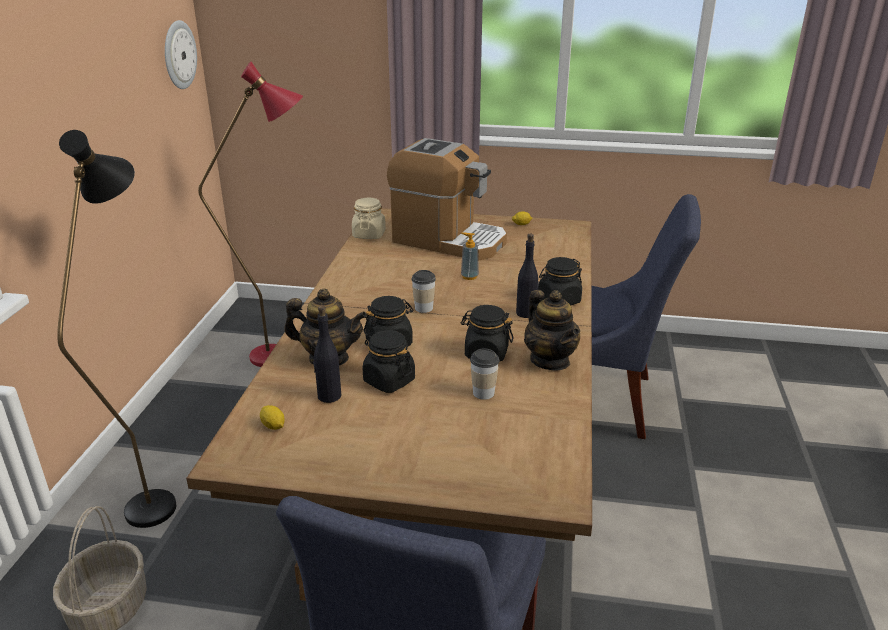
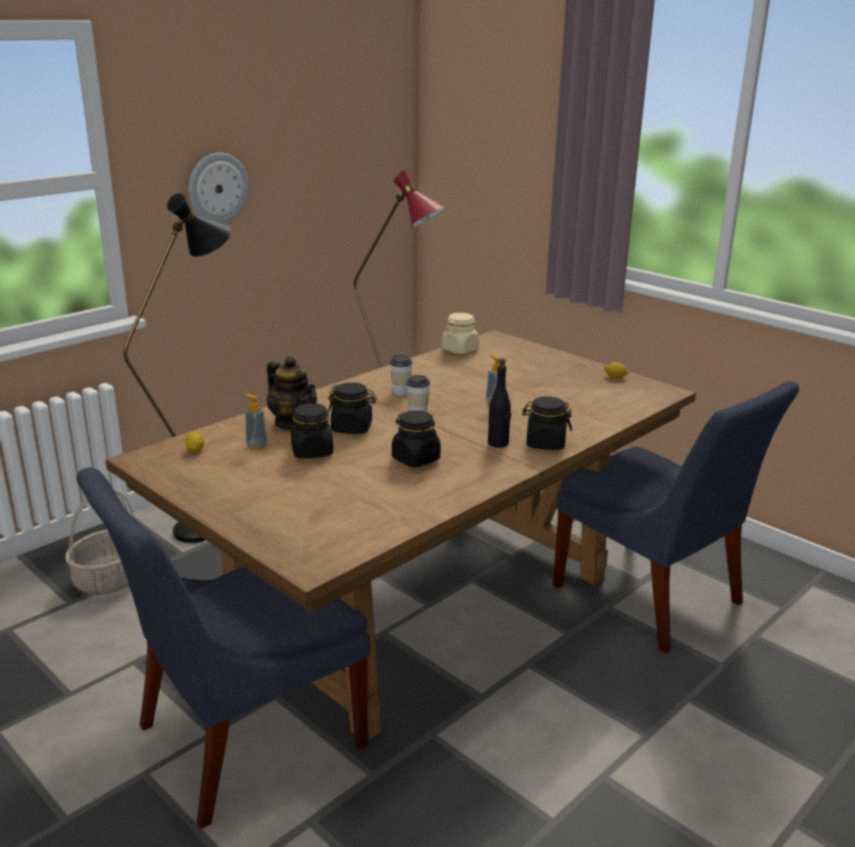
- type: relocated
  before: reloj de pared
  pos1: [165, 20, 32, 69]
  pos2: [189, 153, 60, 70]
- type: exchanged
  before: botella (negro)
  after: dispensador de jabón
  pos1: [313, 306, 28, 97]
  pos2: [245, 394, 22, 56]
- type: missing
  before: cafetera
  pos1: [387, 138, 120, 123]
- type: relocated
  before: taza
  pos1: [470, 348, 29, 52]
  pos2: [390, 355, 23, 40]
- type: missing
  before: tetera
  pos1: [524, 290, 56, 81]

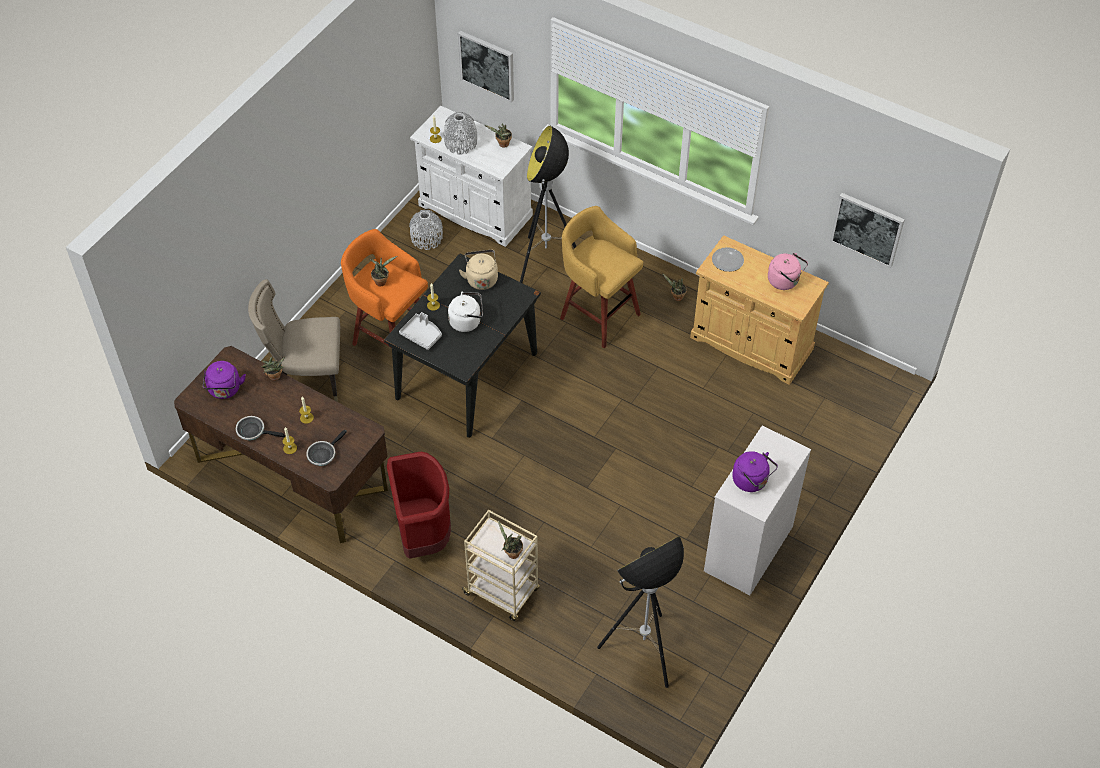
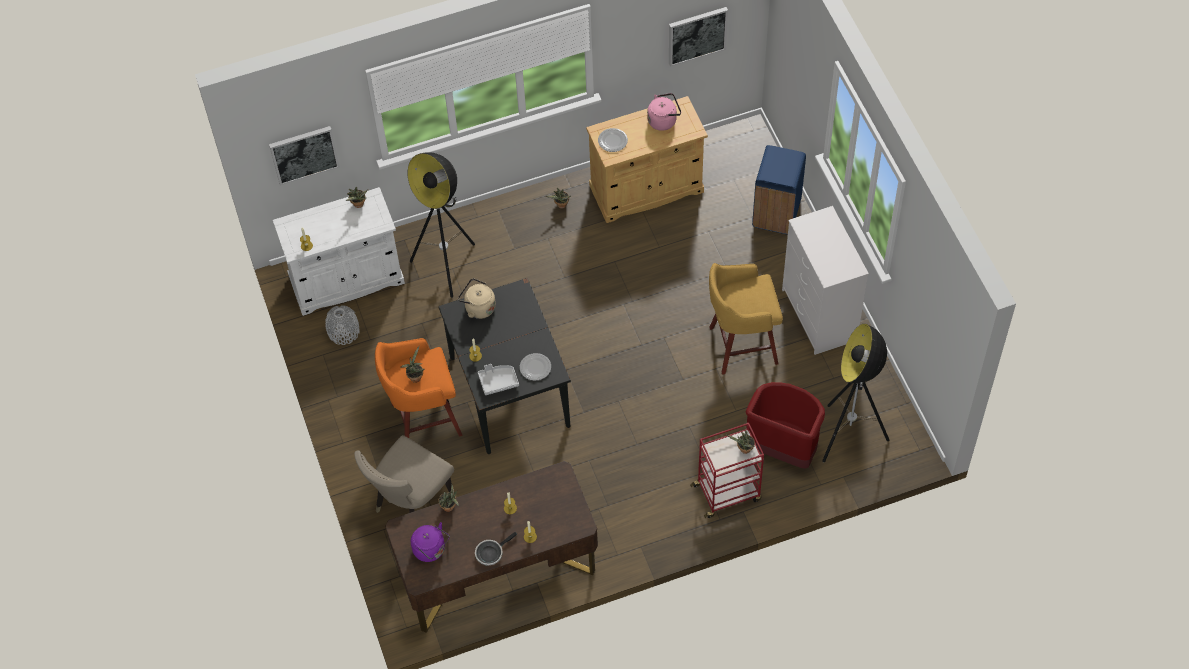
- type: missing
  before: sartén
  pos1: [306, 429, 41, 37]
- type: relocated
  before: papelera (rojo)
  pos1: [387, 452, 64, 107]
  pos2: [745, 382, 80, 86]
- type: missing
  before: florero (gris)
  pos1: [444, 112, 33, 43]
- type: missing
  before: hervidor (blanco)
  pos1: [448, 292, 35, 40]
- type: colour
  before: carrito (beis)
  after: carrito (rojo)
  pos1: [461, 510, 79, 111]
  pos2: [690, 423, 74, 95]
- type: relocated
  before: taburete (amarillo)
  pos1: [560, 206, 83, 142]
  pos2: [709, 263, 74, 112]
- type: missing
  before: hervidor (morado)
  pos1: [732, 451, 46, 41]
- type: appeared
  after: plato
  pos2: [520, 353, 31, 28]
- type: appeared
  after: papelera (azul)
  pos2: [752, 145, 54, 90]

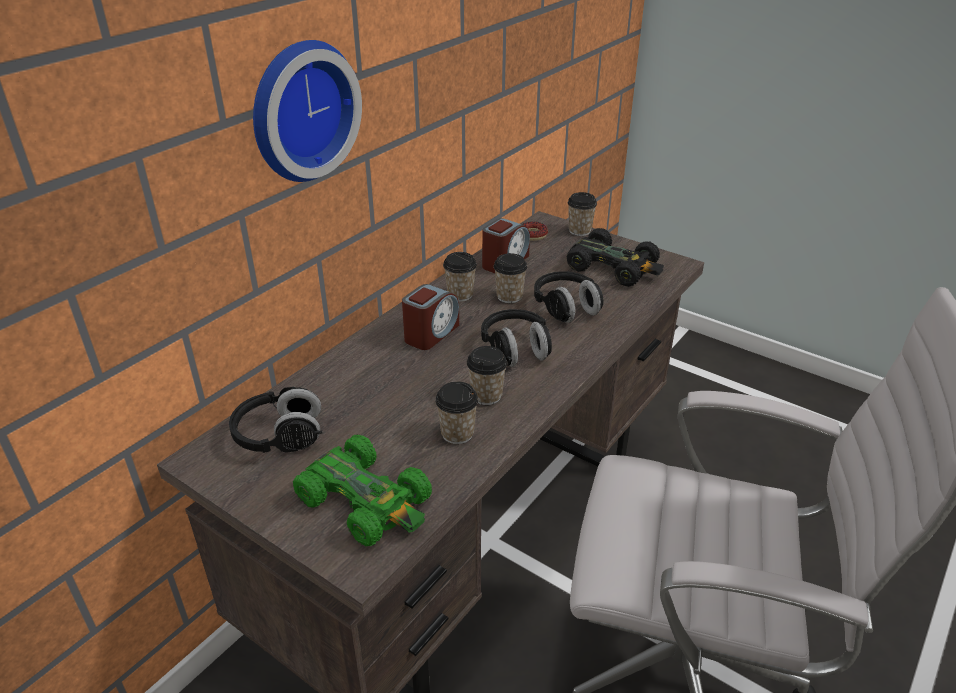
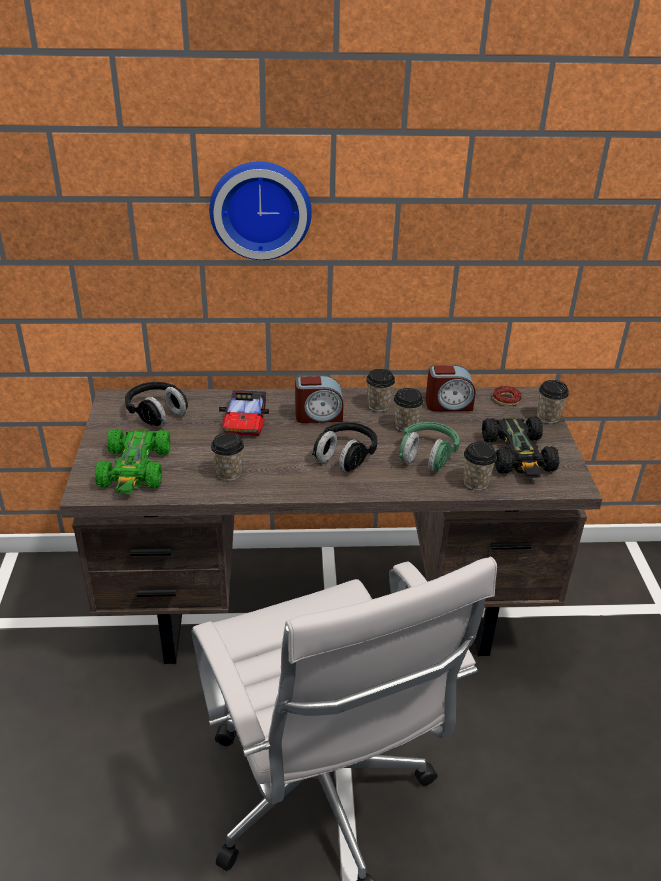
- type: relocated
  before: taza
  pos1: [467, 346, 40, 59]
  pos2: [463, 442, 34, 49]
- type: colour
  before: auriculares (negro)
  after: auriculares (verde)
  pos1: [534, 271, 69, 52]
  pos2: [399, 422, 60, 50]
- type: appeared
  after: coche de juguete
  pos2: [219, 390, 50, 46]

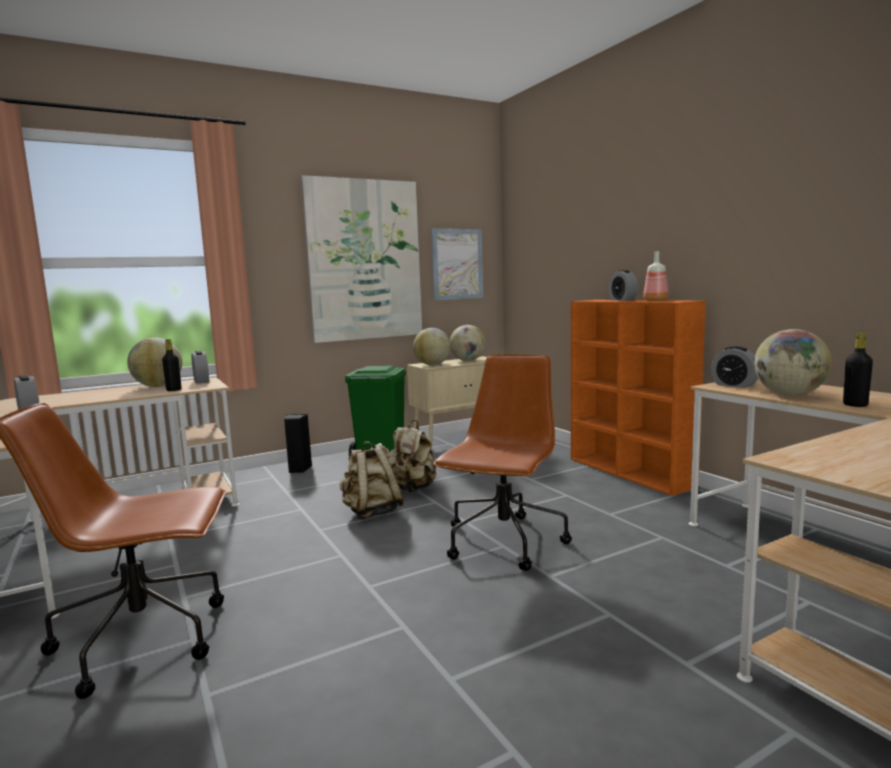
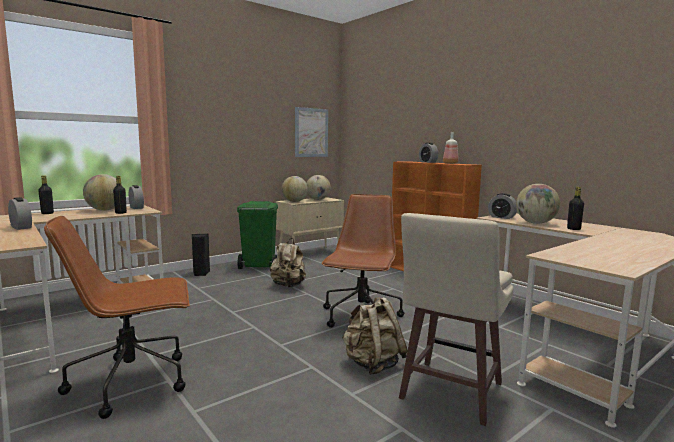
- type: missing
  before: cuadro
  pos1: [301, 175, 121, 168]
- type: relocated
  before: mochila (beis)
  pos1: [340, 441, 65, 79]
  pos2: [342, 297, 66, 78]
- type: appeared
  after: botella (negro)
  pos2: [38, 175, 16, 39]
- type: appeared
  after: taburete (beis)
  pos2: [399, 213, 115, 213]

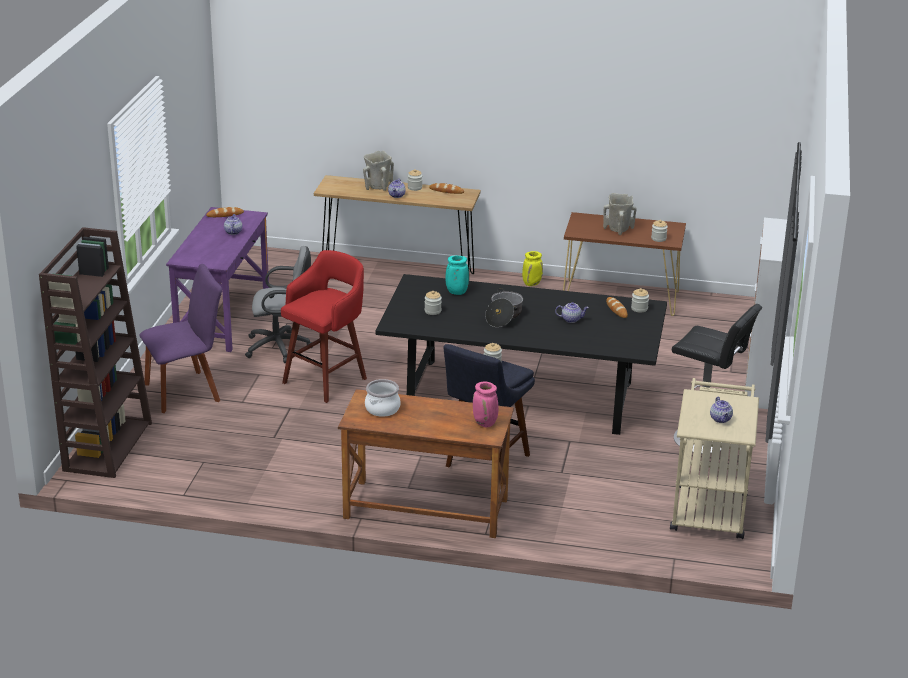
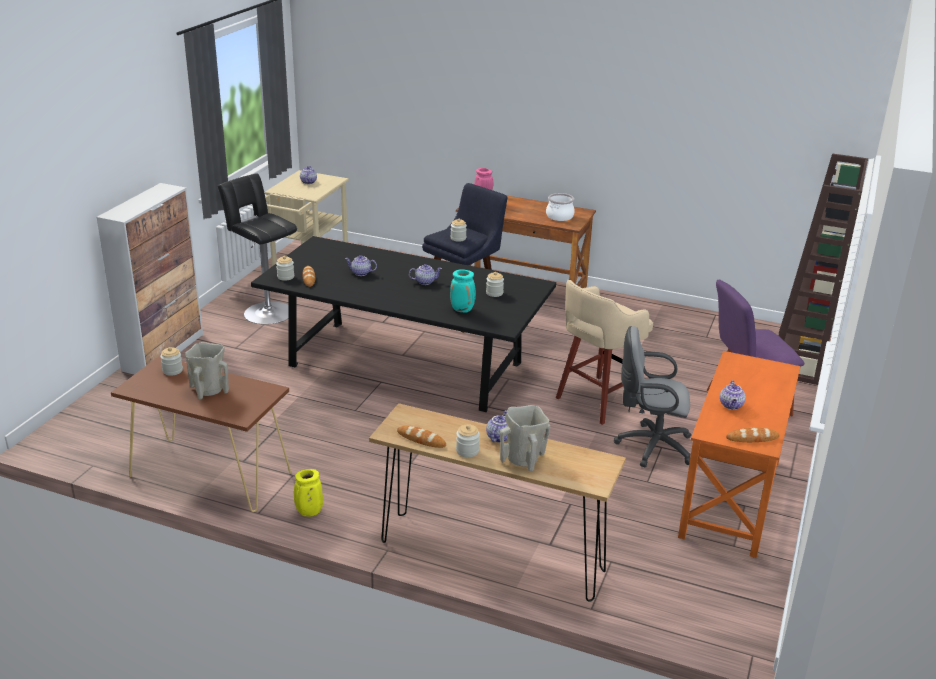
- type: colour
  before: escritorio (morado)
  after: escritorio (naranja)
  pos1: [166, 207, 103, 145]
  pos2: [678, 351, 123, 207]
- type: colour
  before: taburete (rojo)
  after: taburete (beis)
  pos1: [281, 250, 86, 153]
  pos2: [556, 280, 97, 145]
- type: exchanged
  before: olla
  after: tetera
  pos1: [485, 288, 38, 39]
  pos2: [409, 264, 33, 21]

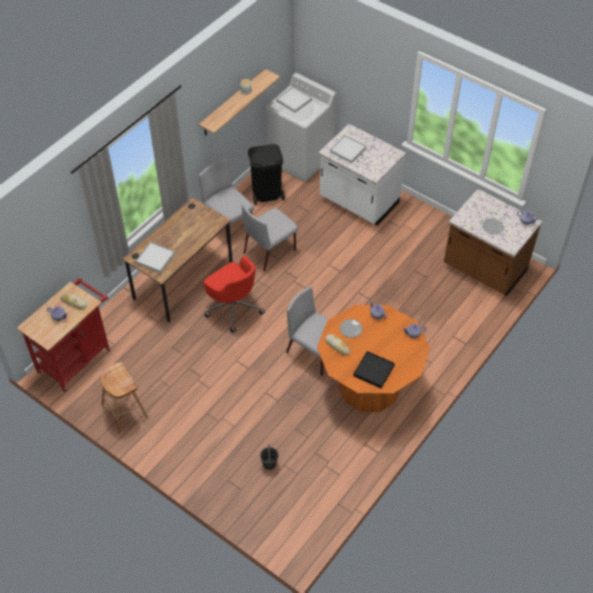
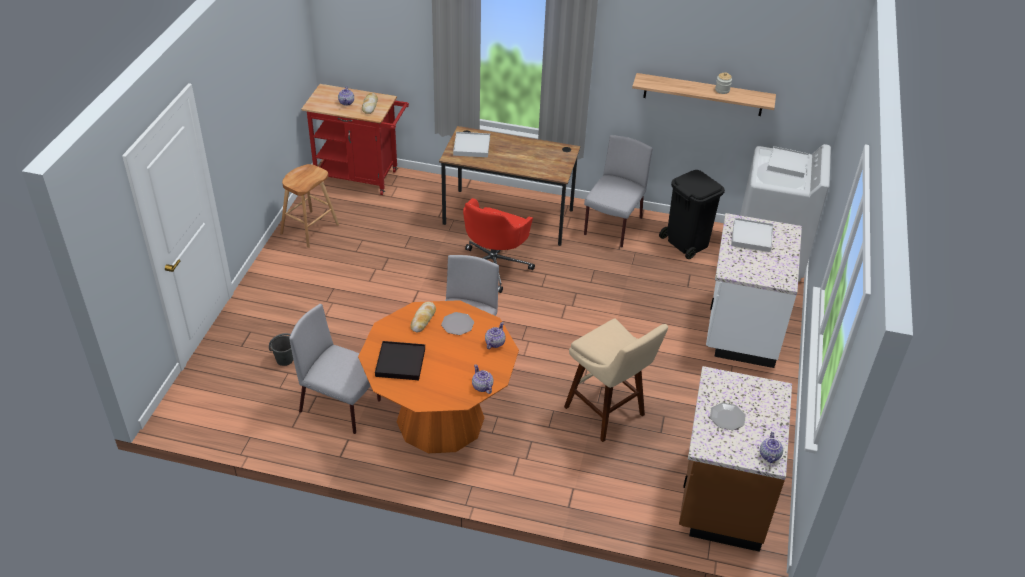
- type: relocated
  before: silla (gris)
  pos1: [242, 204, 56, 68]
  pos2: [289, 304, 92, 130]
- type: appeared
  after: taburete (beis)
  pos2: [564, 318, 104, 124]

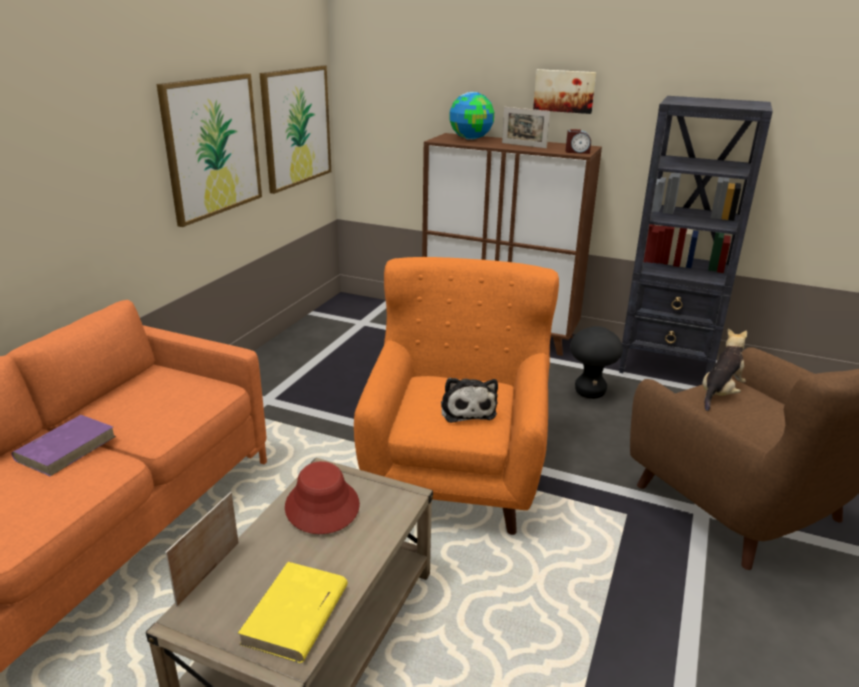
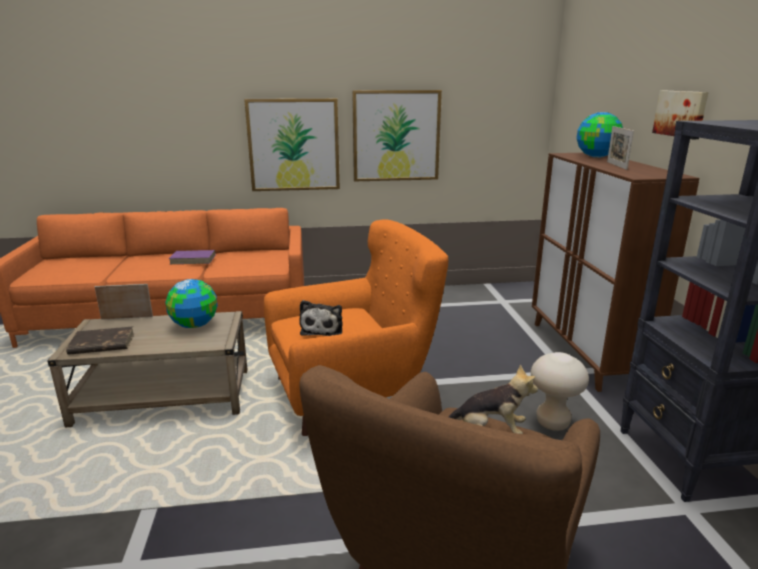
- type: colour
  before: libro (amarillo)
  after: libro (marrón)
  pos1: [237, 562, 111, 101]
  pos2: [66, 326, 68, 29]
- type: relocated
  before: cuadro
  pos1: [260, 65, 71, 129]
  pos2: [244, 98, 96, 93]
- type: exchanged
  before: sombrero (rojo)
  after: globo terráqueo
  pos1: [285, 461, 75, 73]
  pos2: [165, 279, 53, 49]
- type: spun
  before: peluche
  pos1: [441, 378, 57, 45]
  pos2: [299, 300, 43, 36]
  turn: -45
- type: missing
  before: despertador
  pos1: [566, 129, 25, 25]
- type: colour
  before: taburete (negro)
  after: taburete (beis)
  pos1: [570, 326, 53, 73]
  pos2: [531, 352, 58, 79]

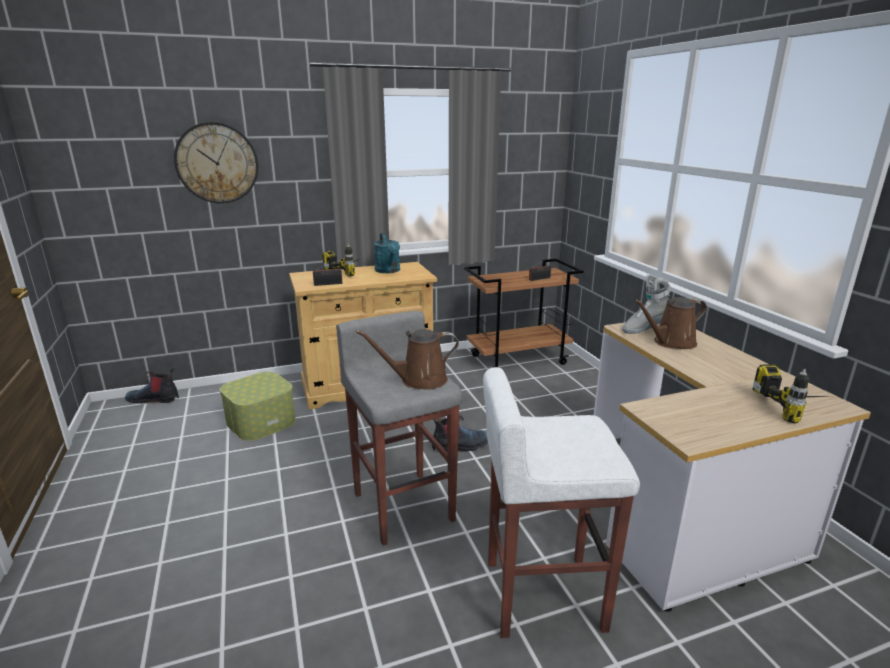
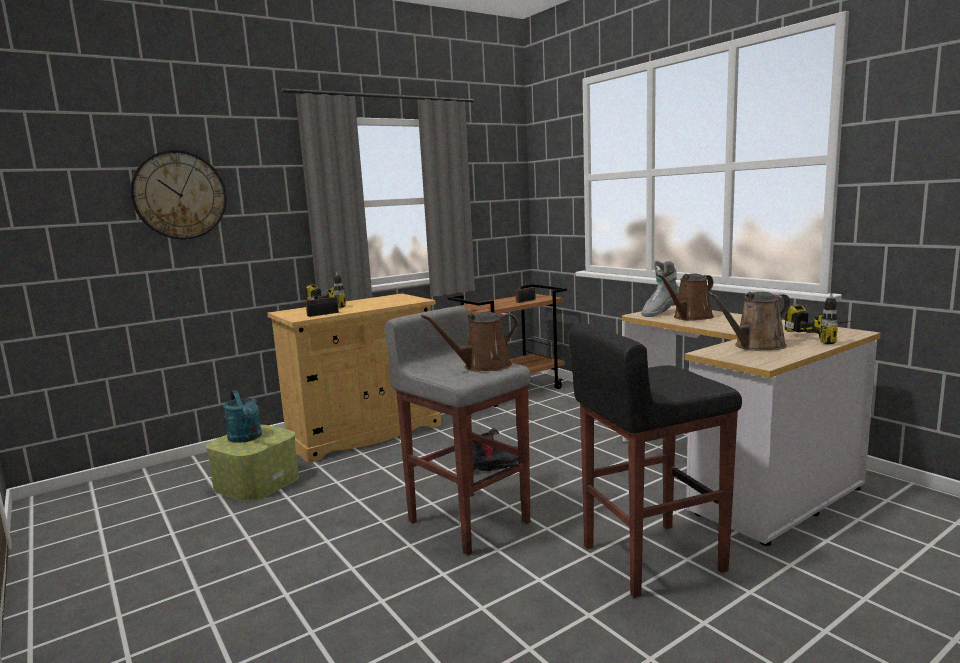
- type: missing
  before: bota
  pos1: [125, 368, 54, 36]
- type: relocated
  before: regadera (turquesa)
  pos1: [374, 233, 26, 40]
  pos2: [223, 390, 39, 53]
- type: colour
  before: taburete (blanco)
  after: taburete (negro)
  pos1: [483, 367, 157, 271]
  pos2: [568, 323, 174, 275]
- type: appeared
  after: regadera (marrón)
  pos2: [708, 292, 83, 59]

